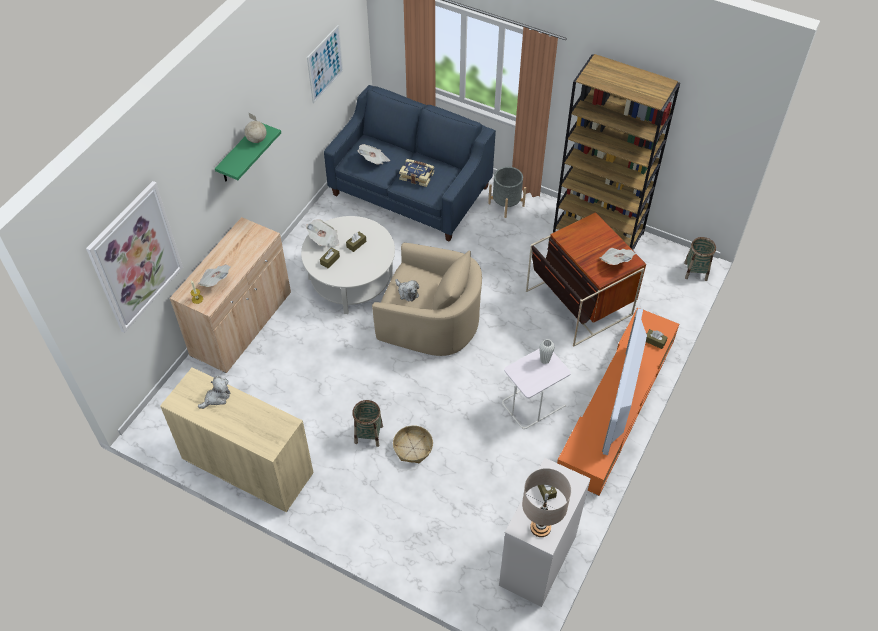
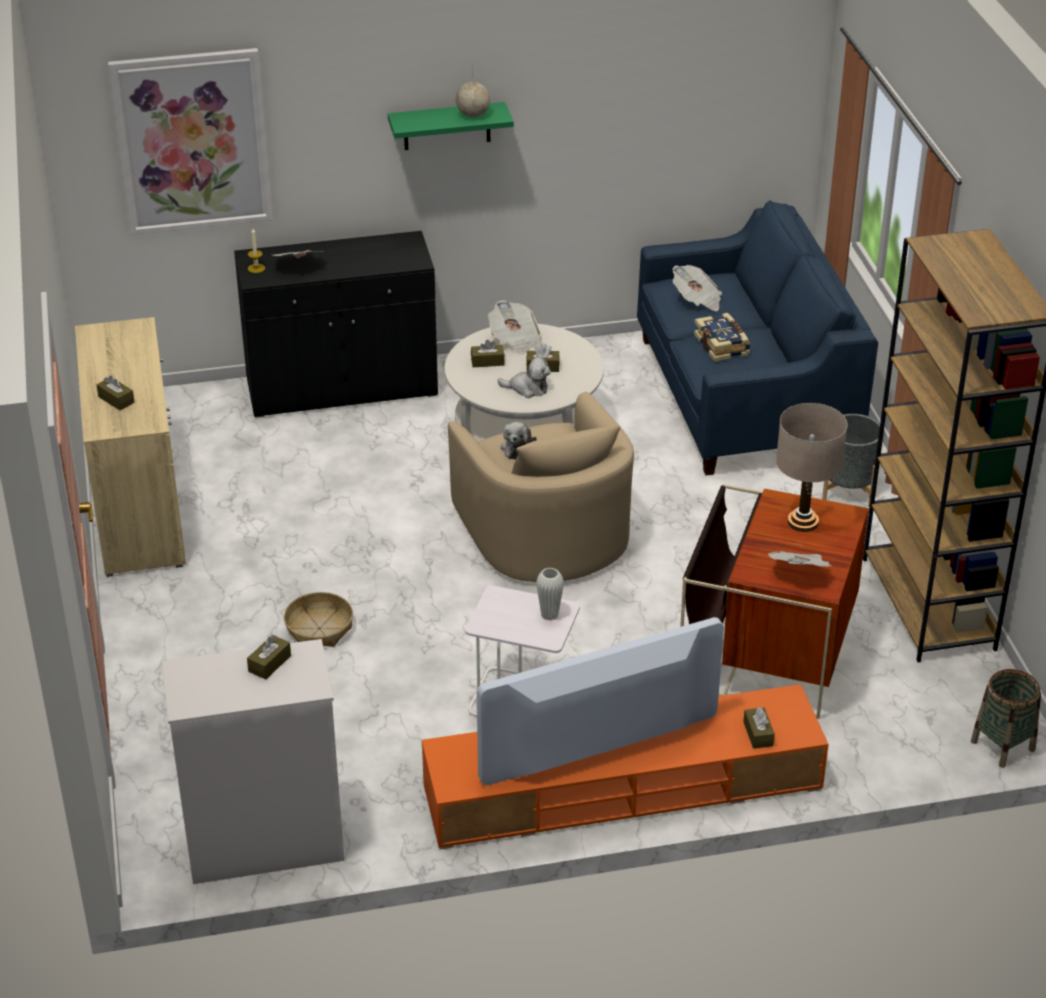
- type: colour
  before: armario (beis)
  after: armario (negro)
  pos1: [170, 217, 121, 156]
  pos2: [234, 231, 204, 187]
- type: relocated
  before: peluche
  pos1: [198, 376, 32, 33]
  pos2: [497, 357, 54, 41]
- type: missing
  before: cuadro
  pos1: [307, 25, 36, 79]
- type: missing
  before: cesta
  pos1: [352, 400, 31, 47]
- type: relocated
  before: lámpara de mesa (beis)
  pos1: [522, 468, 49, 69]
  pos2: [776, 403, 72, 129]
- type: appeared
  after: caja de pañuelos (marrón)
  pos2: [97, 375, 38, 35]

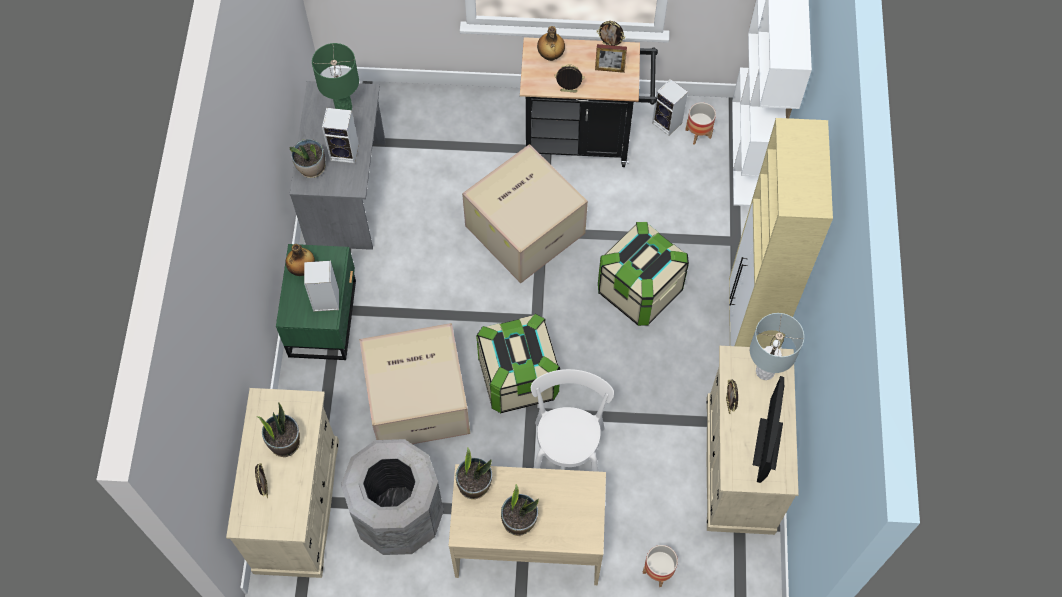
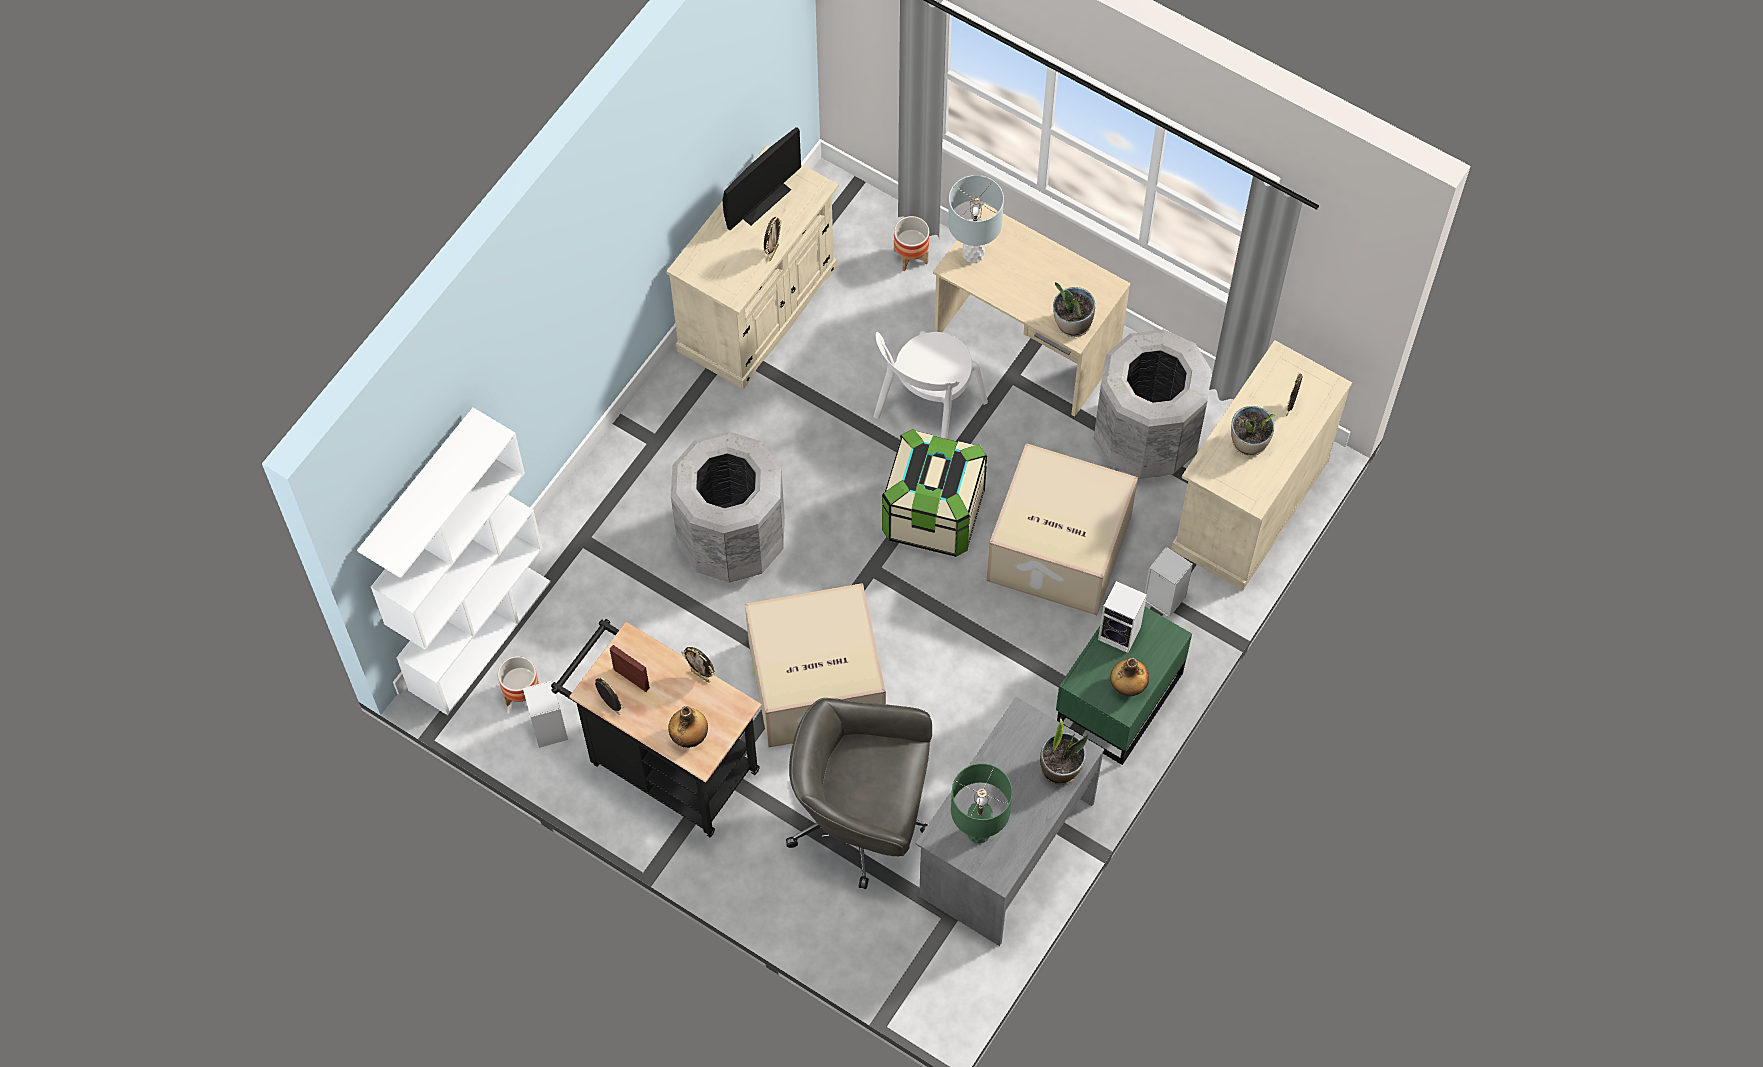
- type: relocated
  before: altavoz
  pos1: [322, 108, 37, 55]
  pos2: [1145, 546, 48, 72]
- type: missing
  before: planta en maceta
  pos1: [501, 484, 38, 52]
- type: exchanged
  before: caja de almacenaje
  after: papelera (gris)
  pos1: [598, 222, 91, 104]
  pos2: [671, 431, 114, 151]
- type: missing
  before: armario (beis)
  pos1: [729, 118, 104, 230]
- type: relocated
  before: lámpara de mesa (gris)
  pos1: [750, 313, 54, 67]
  pos2: [948, 175, 56, 88]
- type: appeared
  after: silla de oficina (gris)
  pos2: [786, 698, 146, 191]

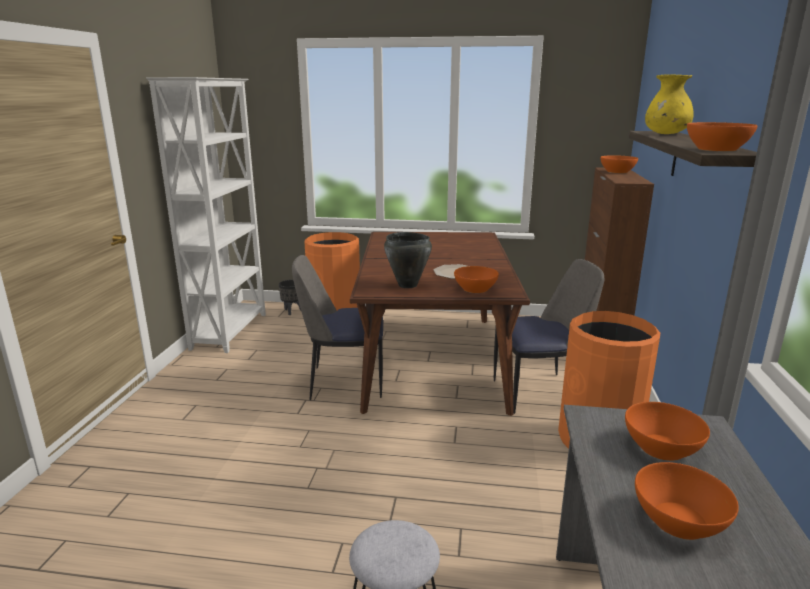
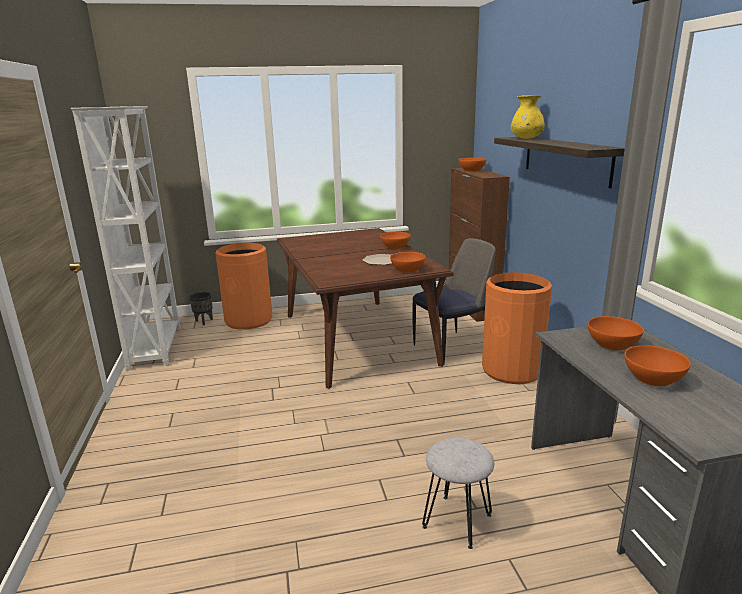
- type: missing
  before: silla
  pos1: [292, 255, 91, 145]
- type: missing
  before: olla (negro)
  pos1: [384, 232, 48, 56]
- type: relocated
  before: cuenco (naranja)
  pos1: [687, 122, 70, 29]
  pos2: [380, 232, 31, 17]

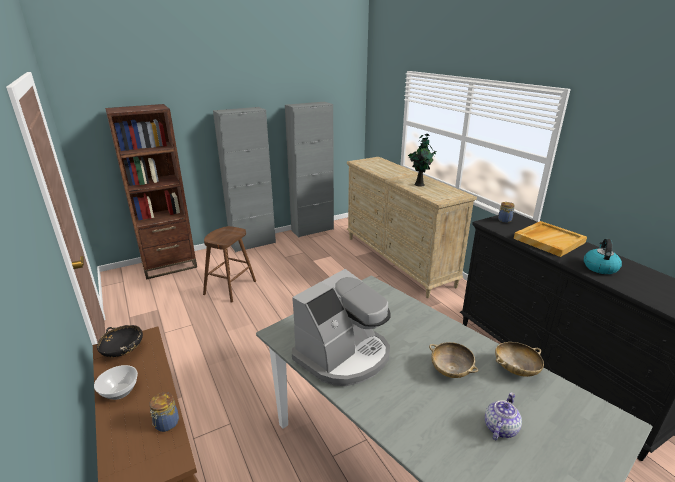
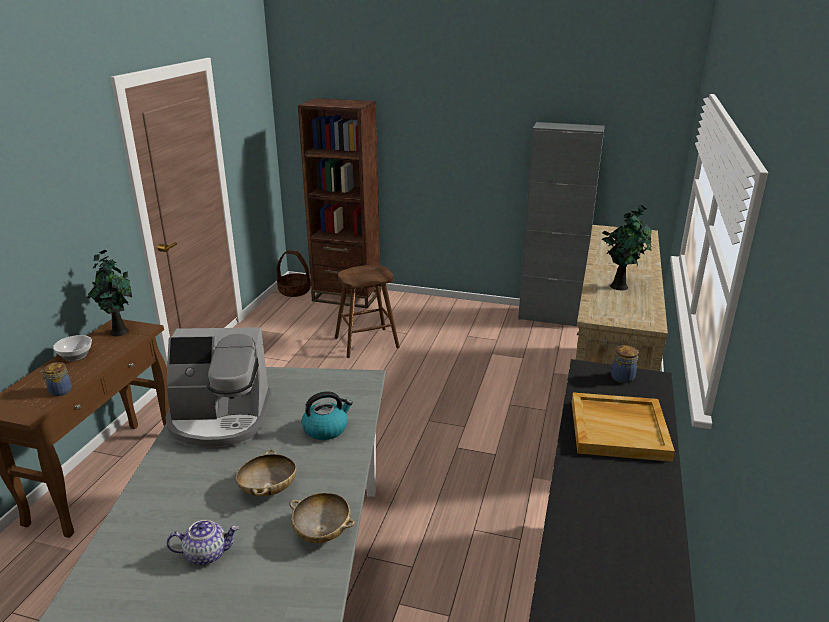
- type: exchanged
  before: cuenco (negro)
  after: planta en maceta
  pos1: [97, 325, 46, 32]
  pos2: [87, 250, 45, 86]
- type: missing
  before: armario (gris)
  pos1: [213, 107, 63, 145]
- type: relocated
  before: hervidor
  pos1: [584, 239, 38, 35]
  pos2: [302, 391, 51, 49]
- type: appeared
  after: cesta
  pos2: [277, 250, 34, 47]

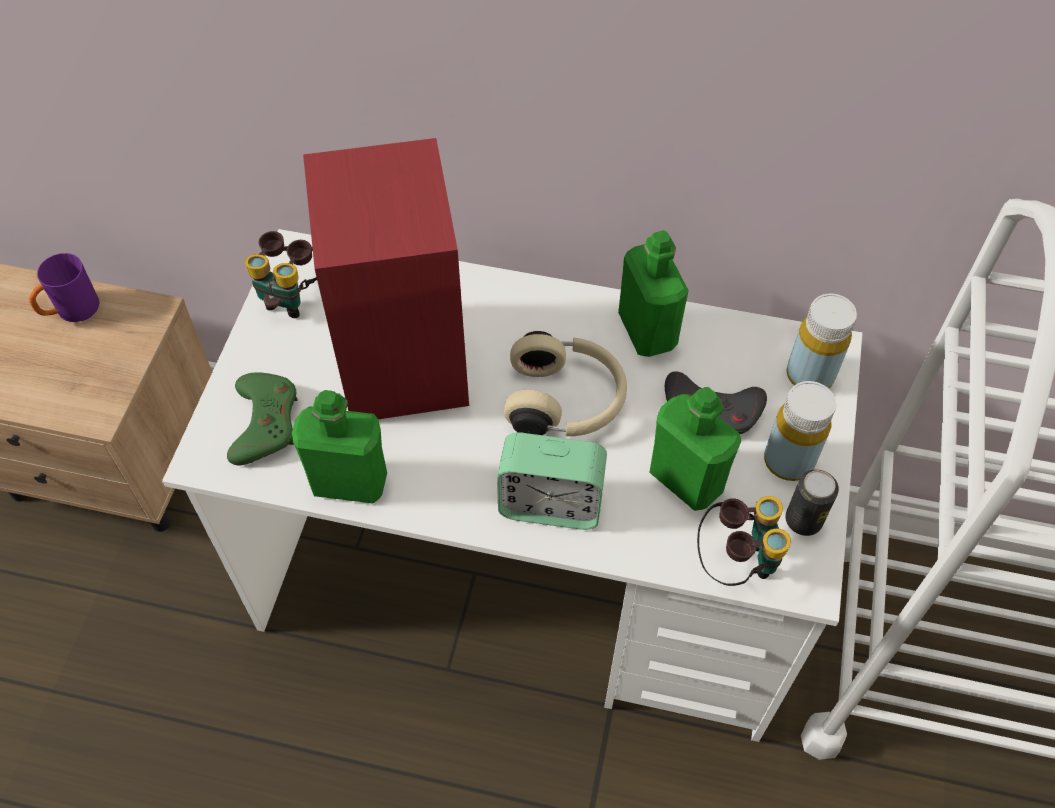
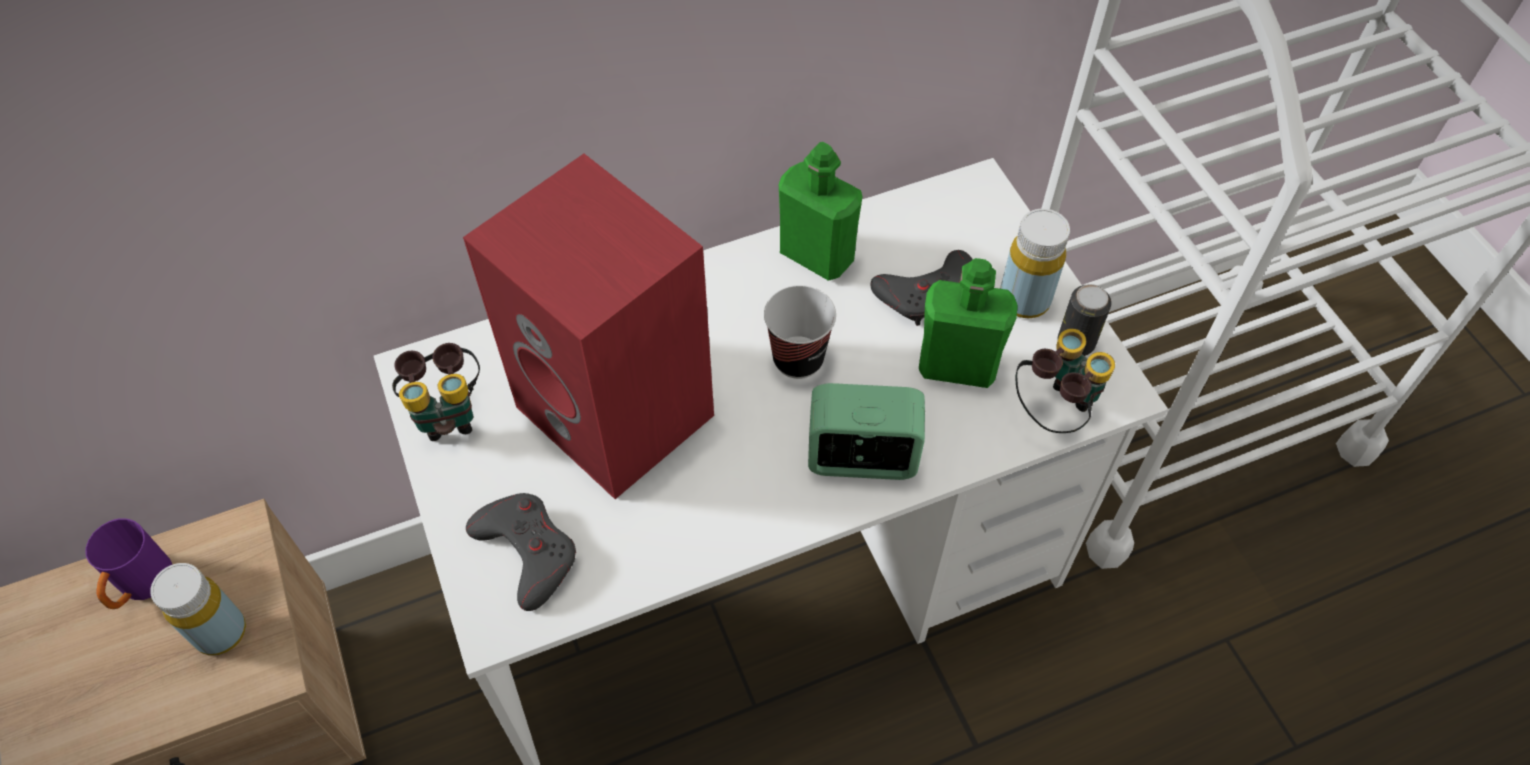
- type: colour
  before: mando de consola (verde)
  after: mando de consola (gris)
  pos1: [227, 372, 71, 93]
  pos2: [466, 493, 110, 118]
- type: missing
  before: botella (verde)
  pos1: [292, 390, 95, 114]
- type: spun
  before: despertador
  pos1: [497, 432, 110, 98]
  pos2: [808, 383, 117, 97]
  turn: -150
- type: exchanged
  before: auriculares (beis)
  after: taza
  pos1: [504, 331, 123, 105]
  pos2: [764, 285, 72, 94]
- type: relocated
  before: botella (amarillo)
  pos1: [787, 294, 70, 94]
  pos2: [150, 563, 96, 93]

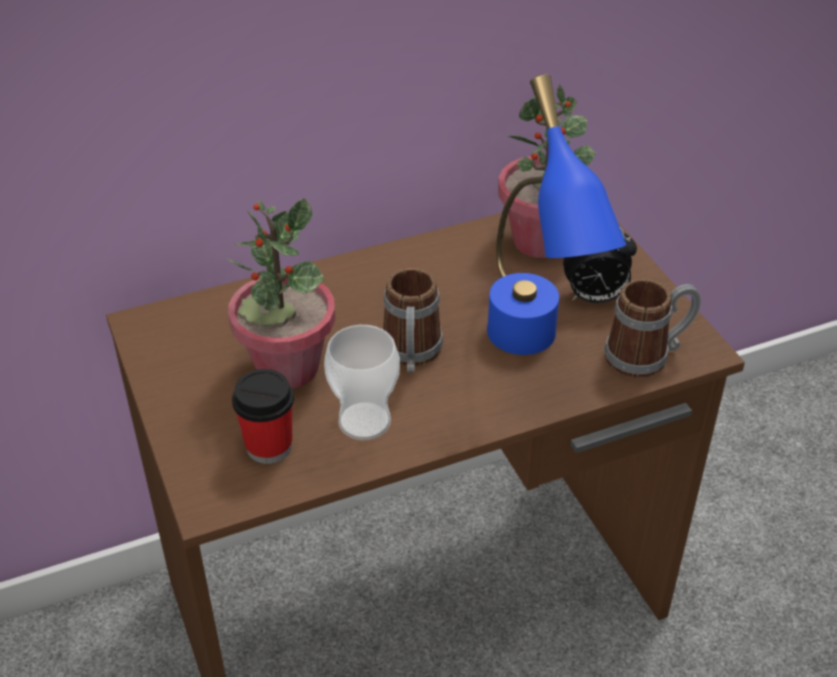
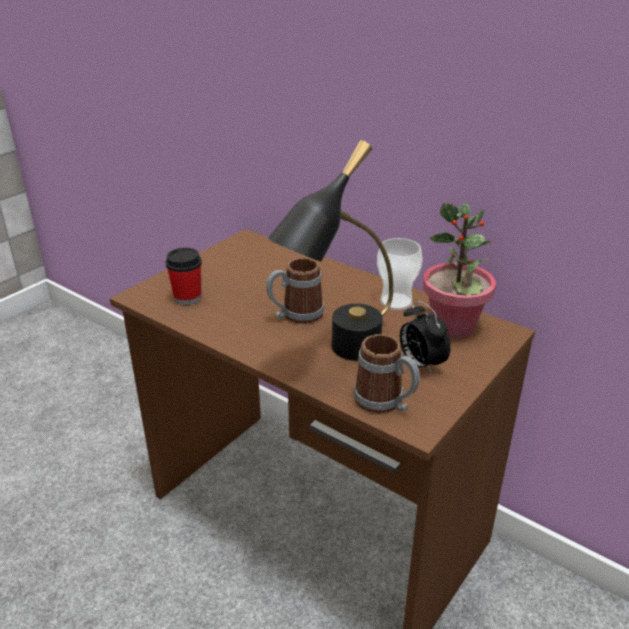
- type: missing
  before: planta en maceta
  pos1: [227, 198, 108, 191]
- type: relocated
  before: taza
  pos1: [324, 325, 76, 115]
  pos2: [377, 238, 46, 72]
- type: colour
  before: lámpara de mesa (azul)
  after: lámpara de mesa (negro)
  pos1: [487, 75, 139, 280]
  pos2: [267, 140, 126, 221]

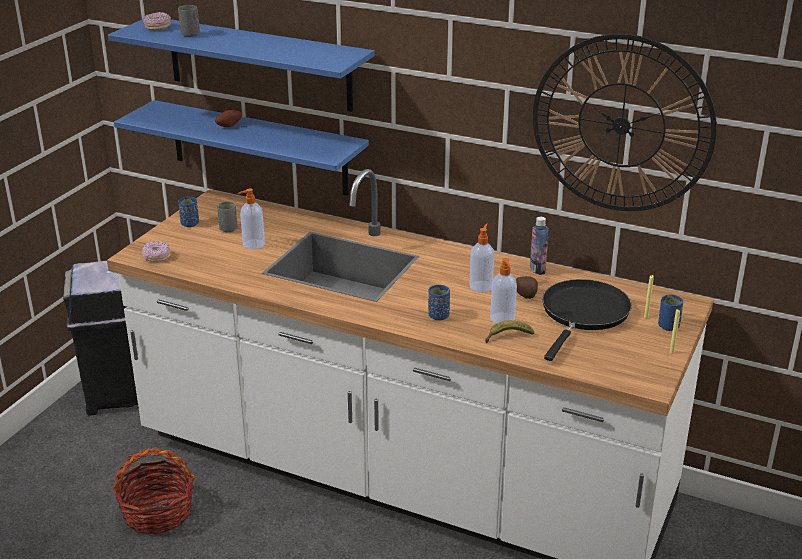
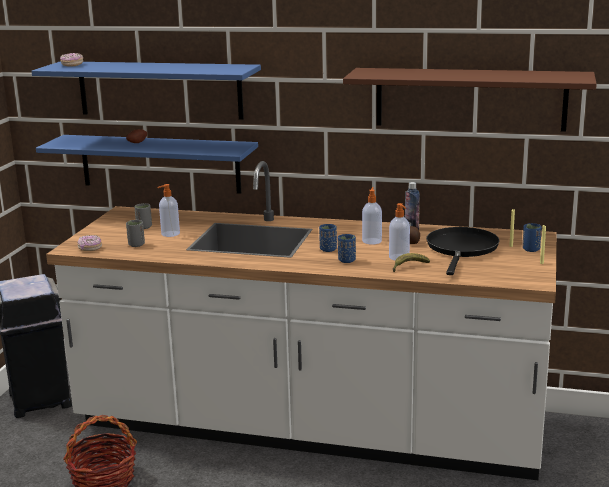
- type: relocated
  before: taza (gris)
  pos1: [178, 5, 22, 32]
  pos2: [126, 220, 19, 27]
- type: relocated
  before: taza (azul)
  pos1: [178, 197, 21, 30]
  pos2: [319, 224, 18, 28]
- type: exchanged
  before: reloj de pared
  after: estante (marrón)
  pos1: [533, 34, 184, 177]
  pos2: [343, 68, 254, 64]

